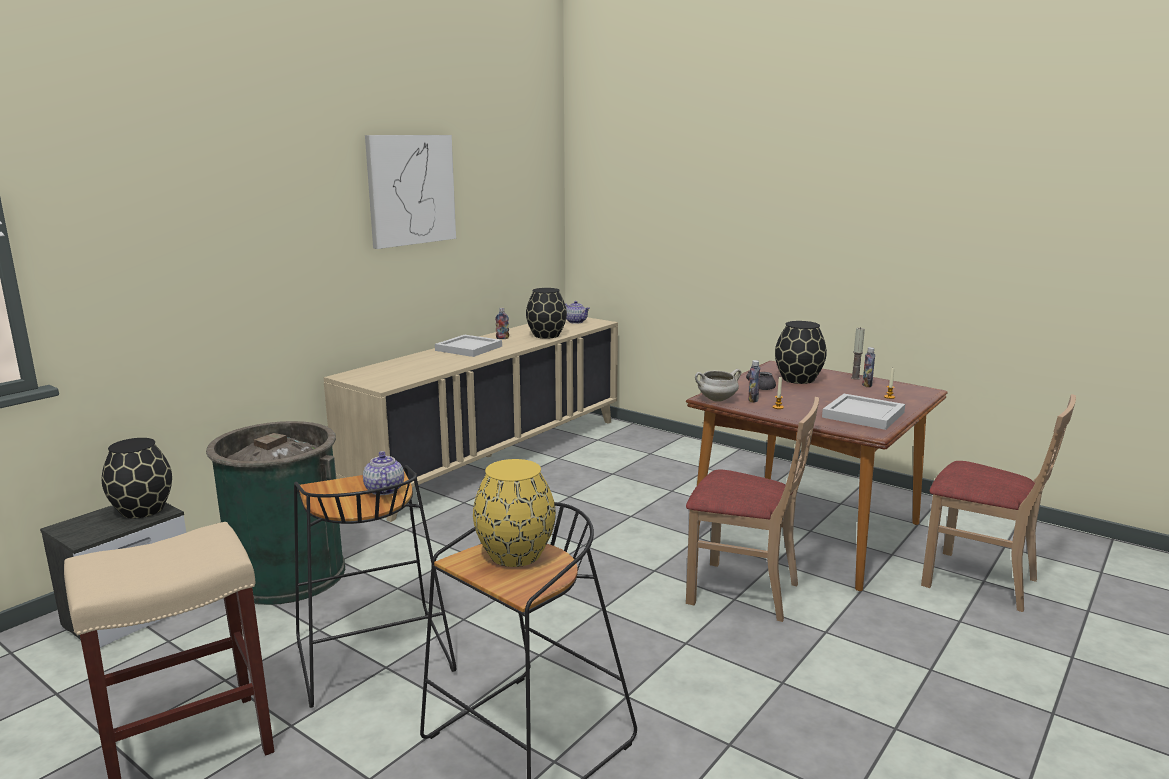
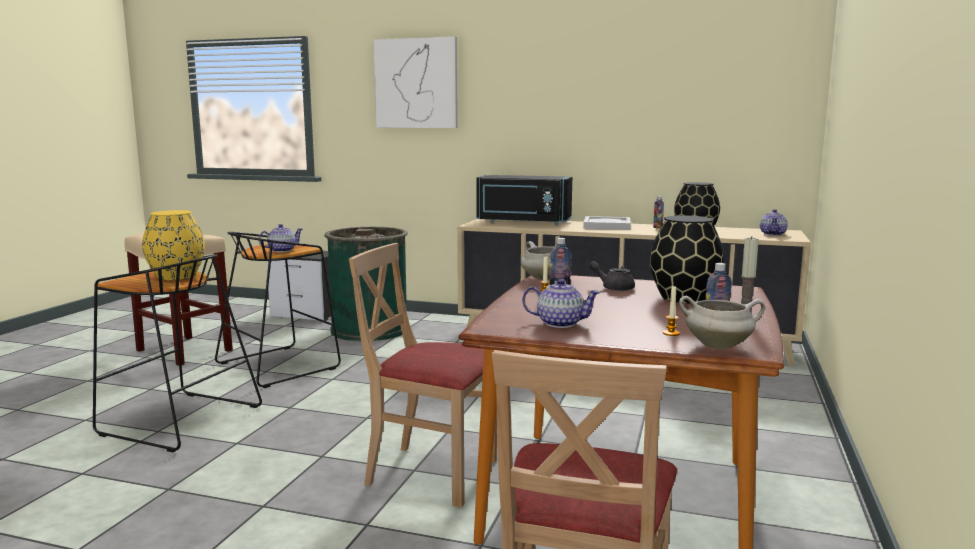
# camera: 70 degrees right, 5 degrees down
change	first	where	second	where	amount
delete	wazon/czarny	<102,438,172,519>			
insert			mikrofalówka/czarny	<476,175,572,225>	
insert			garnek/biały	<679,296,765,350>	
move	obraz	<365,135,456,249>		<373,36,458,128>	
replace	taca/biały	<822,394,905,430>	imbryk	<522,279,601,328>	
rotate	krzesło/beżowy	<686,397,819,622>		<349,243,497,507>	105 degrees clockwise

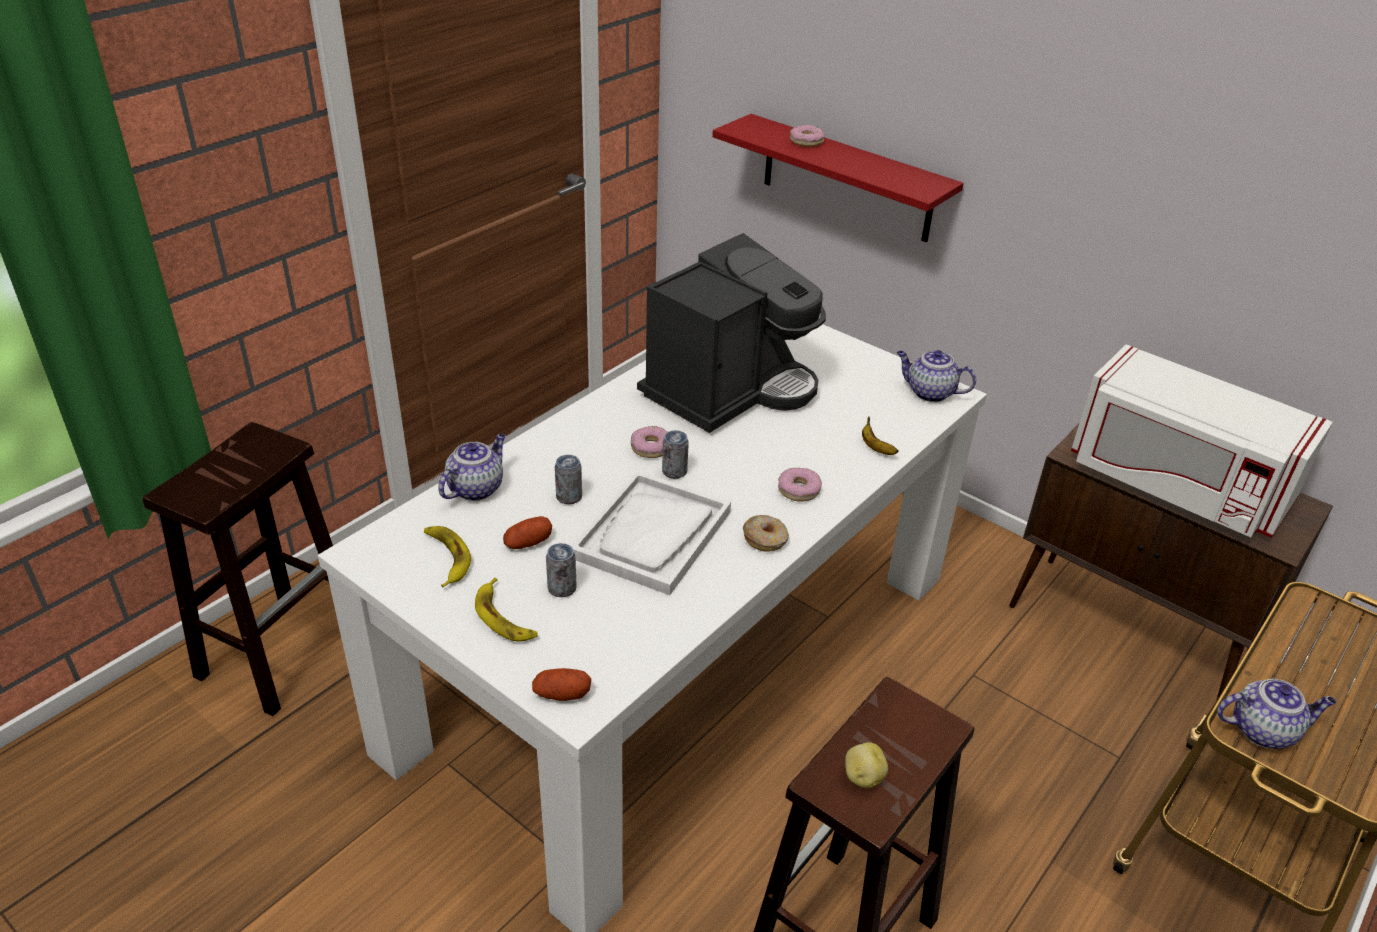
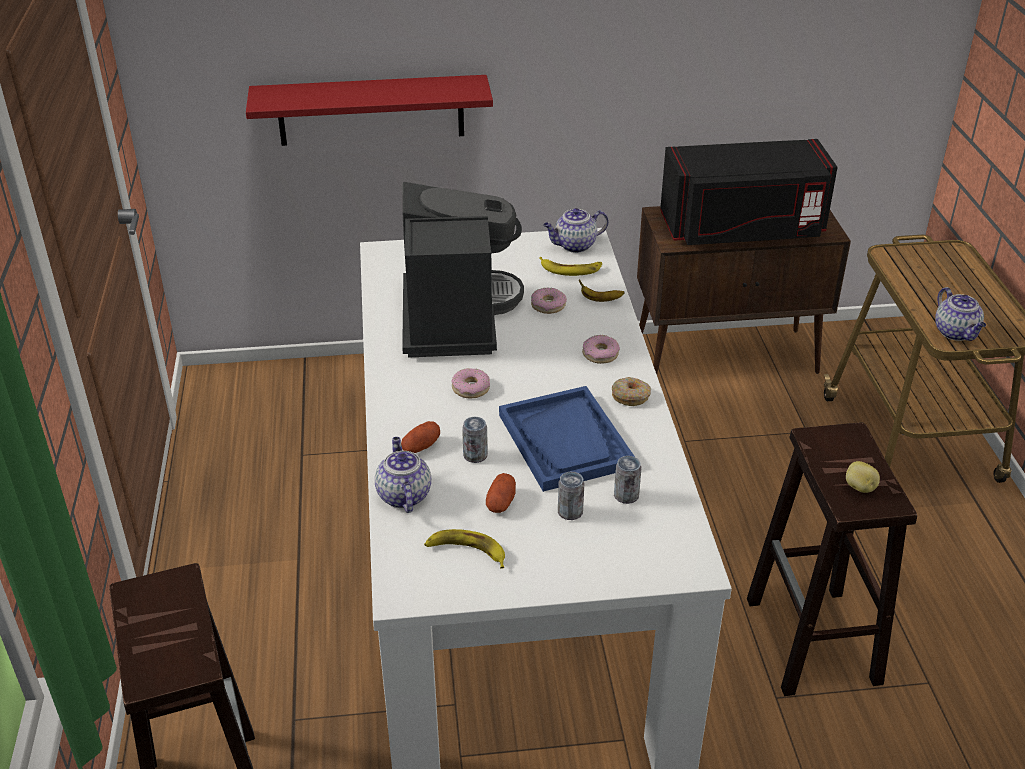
# camera: 45 degrees left, 0 degrees up
change	first	where	second	where	amount
move	banan	<475,578,538,642>		<539,257,602,276>	
move	ziemniak	<532,668,591,701>		<401,421,440,453>	
move	puszka	<662,430,689,479>		<614,456,642,504>	
move	donut	<790,125,825,147>		<531,287,567,314>	
recolor	taca/biały	<571,471,731,595>	taca/niebieski	<499,386,635,492>	
recolor	mikrofalówka/biały	<1071,344,1333,538>	mikrofalówka/czarny	<660,139,838,245>	
rotate	imbryk	<1217,679,1336,749>		<935,287,986,341>	120 degrees clockwise

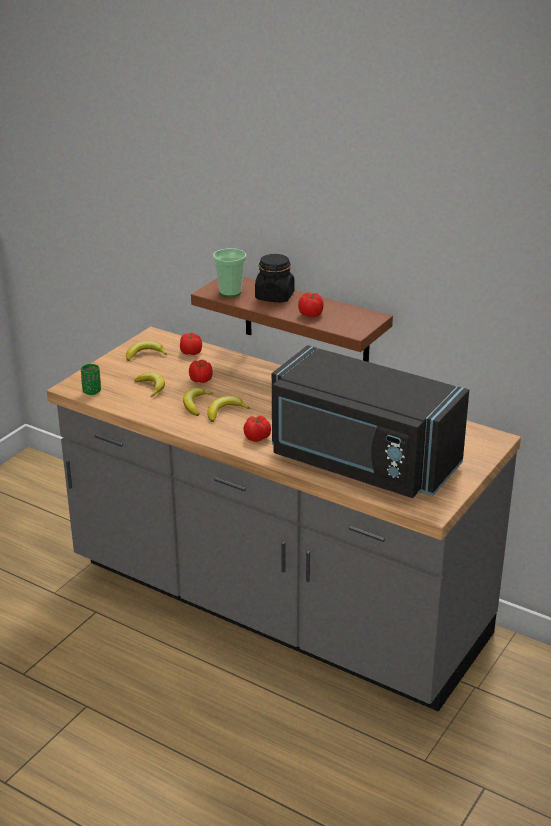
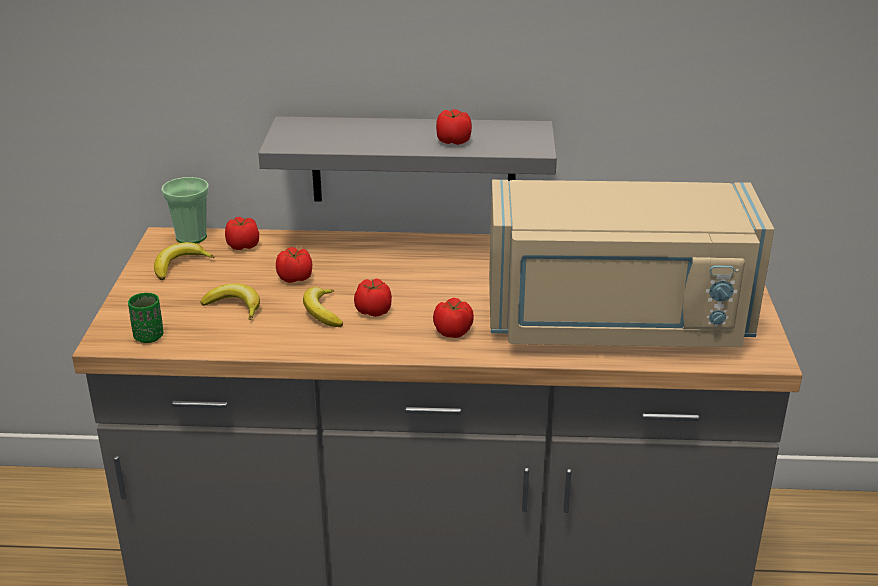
# camera: 30 degrees left, 0 degrees up
change	first	where	second	where	amount
delete	słoik/czarny	<255,254,295,302>			
move	filiżanka	<213,248,246,297>		<161,177,209,243>	
replace	banan	<208,396,250,422>	pomidor	<354,279,392,317>	
recolor	półka/brązowy	<191,277,393,362>	półka/szary	<258,116,557,202>	
recolor	mikrofalówka/czarny	<272,345,469,498>	mikrofalówka/beżowy	<489,180,774,347>	

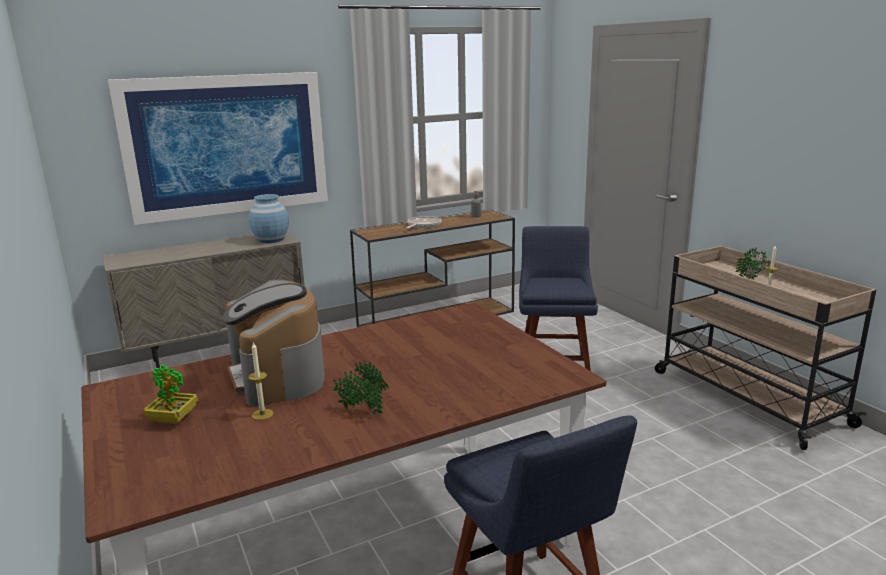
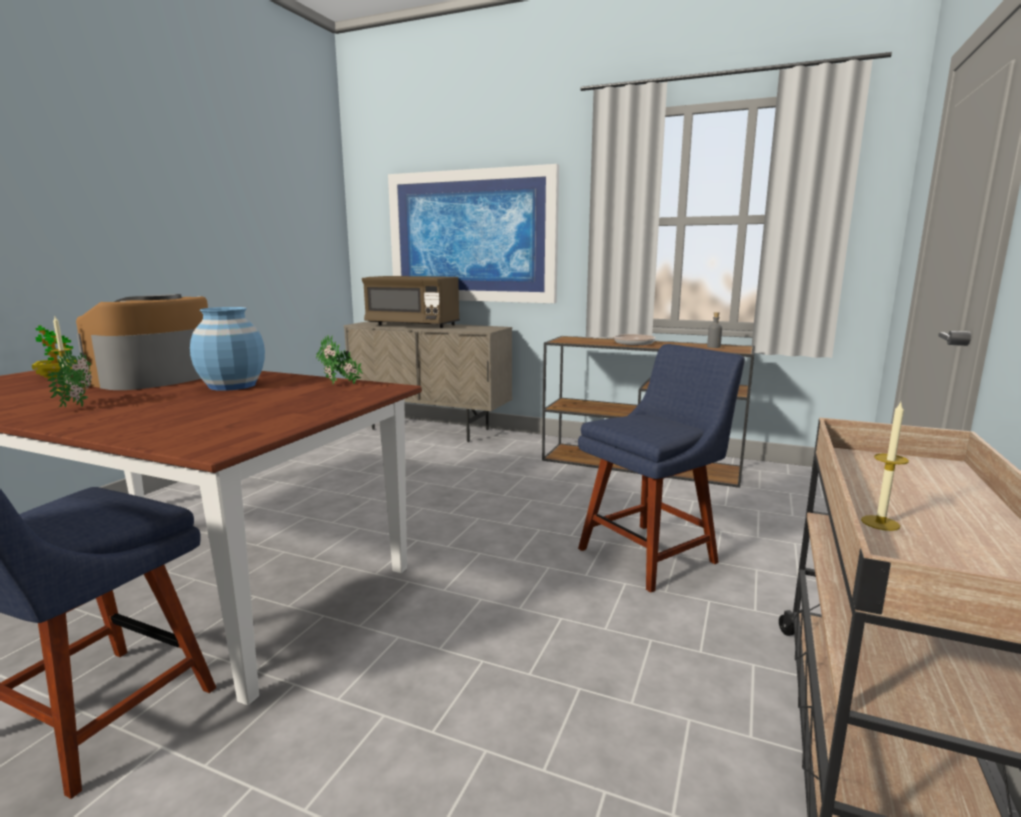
# camera: 50 degrees right, 5 degrees down
change	first	where	second	where	amount
insert			mikrofalówka/brązowy	<362,276,460,328>	
move	wazon/niebieski	<249,194,289,243>		<190,307,265,391>	
move	roślina doniczkowa	<736,248,771,280>		<316,334,363,384>	

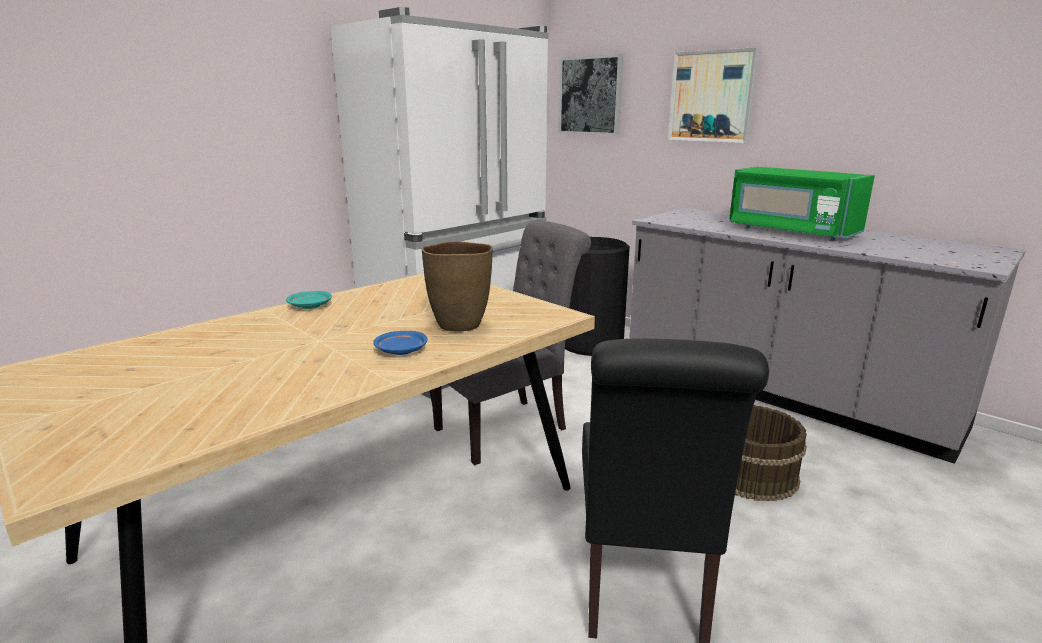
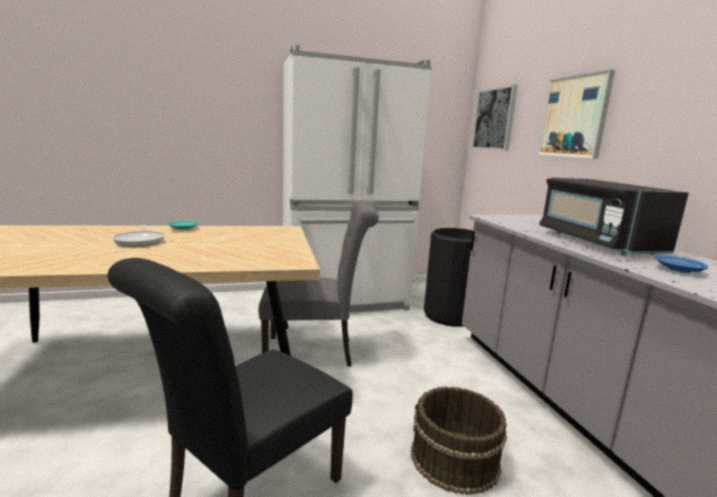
# camera: 30 degrees right, 5 degrees down
change	first	where	second	where	amount
delete	wazon/brązowy	<422,241,493,331>			
insert			patelnia	<113,225,164,247>	
move	talerz/niebieski	<373,331,427,355>		<655,255,709,273>	
recolor	mikrofalówka/zielony	<729,167,875,241>	mikrofalówka/czarny	<539,178,689,255>	

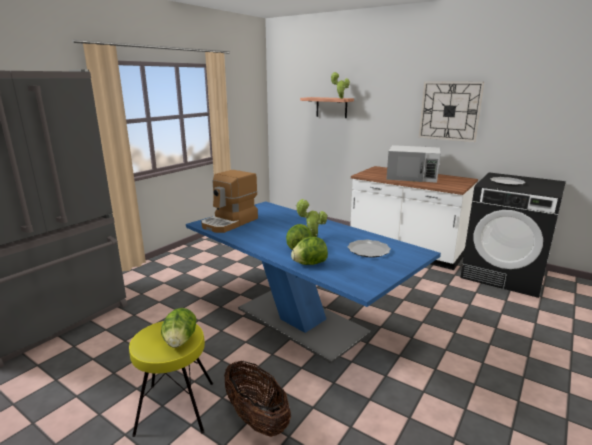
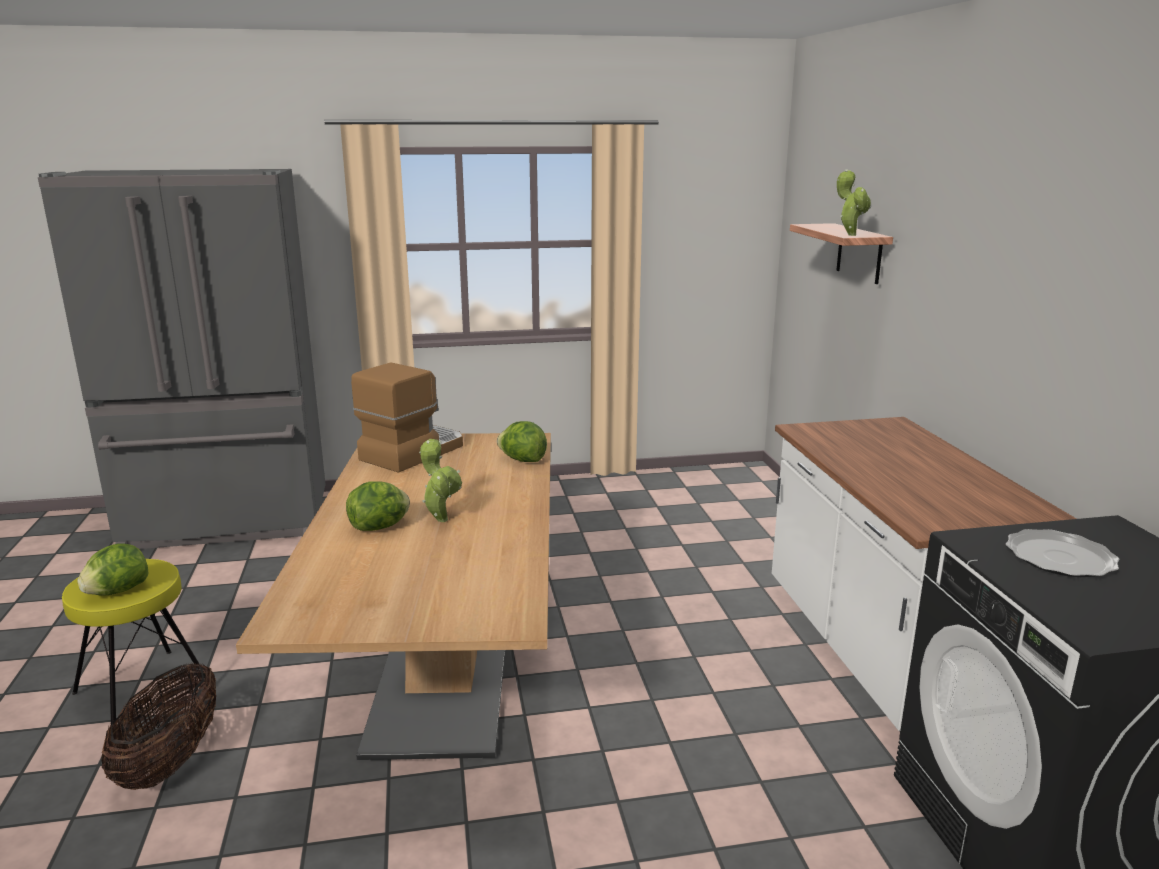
# camera: 45 degrees right, 0 degrees up
change	first	where	second	where	amount
delete	talerz	<347,240,391,257>			
delete	mikrofalówka/biały	<386,145,440,183>			
delete	zegar ścienny	<418,81,484,142>			
move	sałata	<291,237,328,265>		<497,421,547,462>	
recolor	stół jadalny/niebieski	<186,201,441,364>	stół jadalny/beżowy	<236,433,551,760>	
rotate	ekspres do kawy	<201,170,258,233>		<351,363,463,473>	135 degrees clockwise

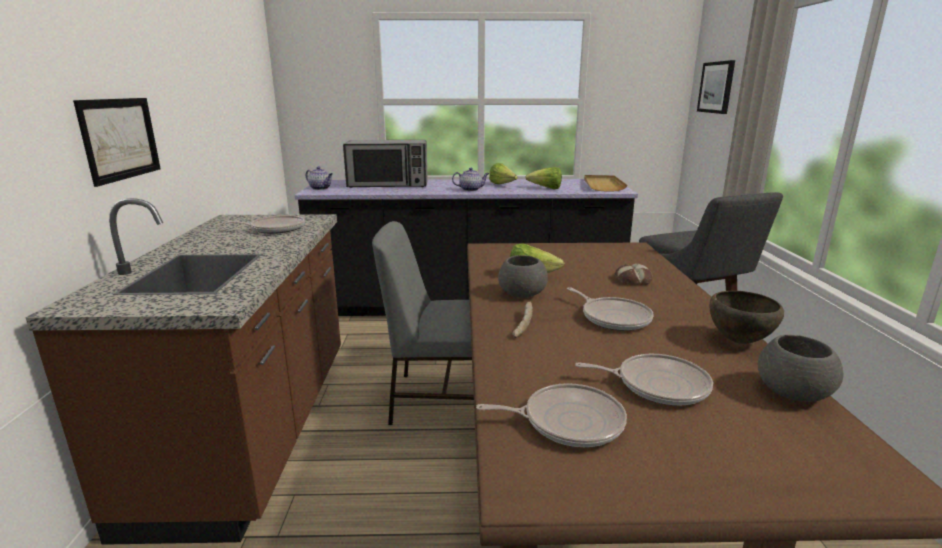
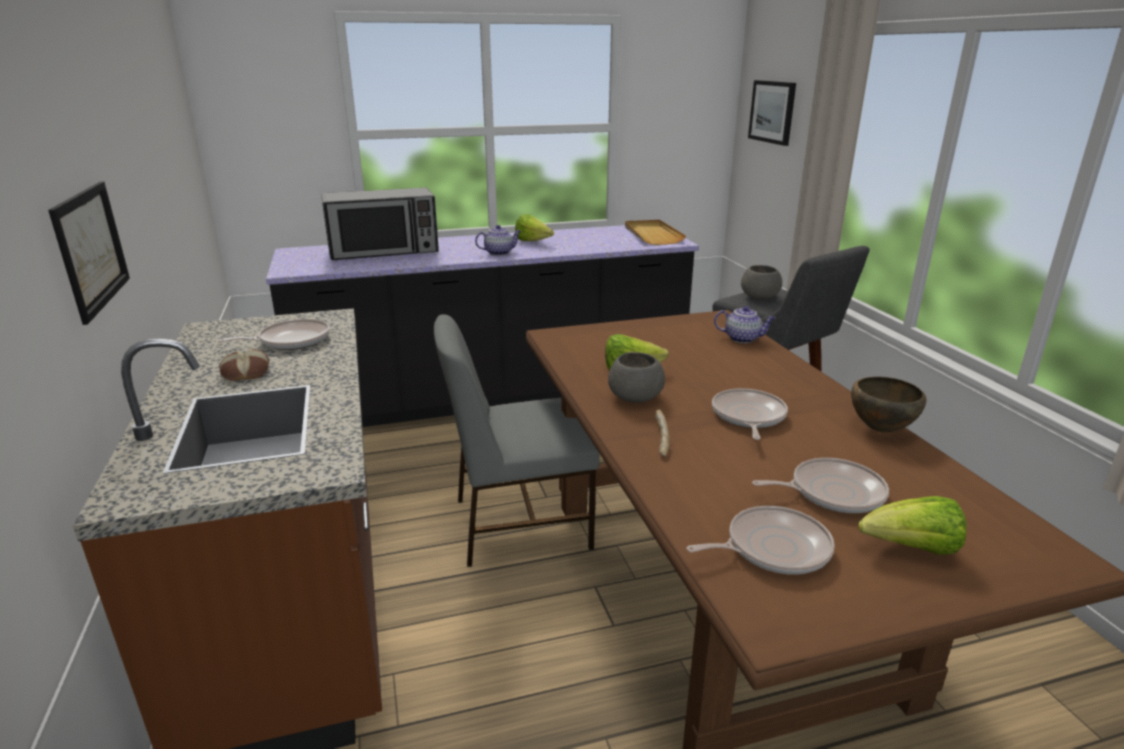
# camera: 15 degrees left, 5 degrees up
change	first	where	second	where	amount
move	imbryk	<306,167,333,190>		<714,306,775,343>	
move	sałata	<525,167,562,189>		<858,496,967,555>	
move	chleb	<614,263,653,285>		<219,349,269,381>	
move	miska/szary	<758,334,843,402>		<741,265,782,299>	
rotate	patelnia	<567,287,654,331>		<712,388,788,440>	120 degrees counterclockwise

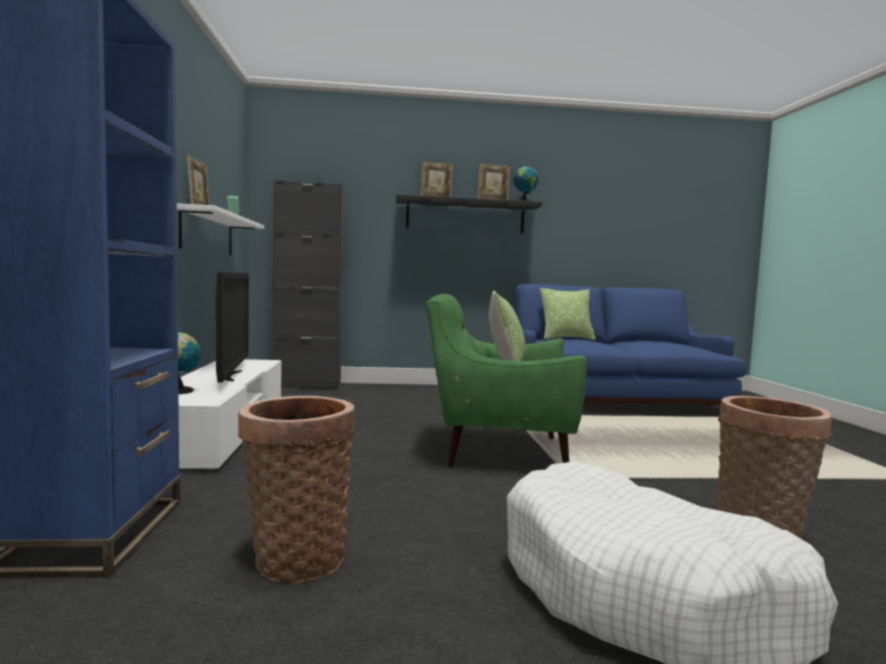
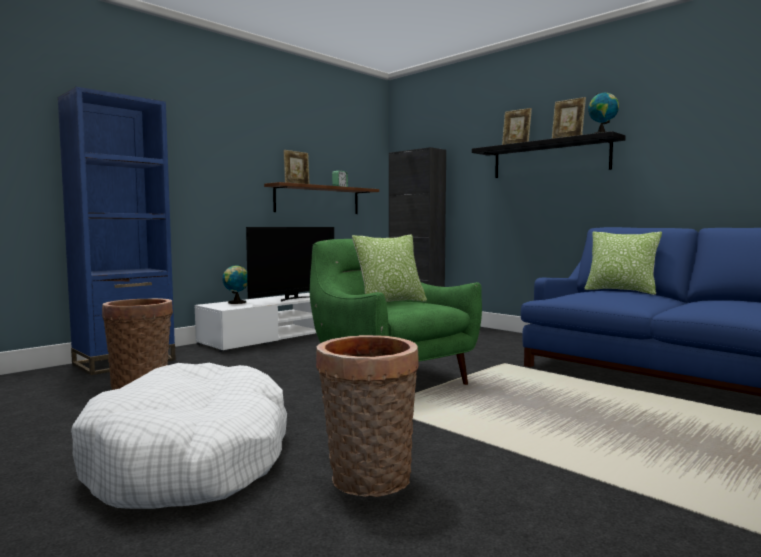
# camera: 50 degrees right, 0 degrees up
change	first	where	second	where	amount
recolor	półka/biały	<177,203,264,255>	półka/brązowy	<264,182,379,214>	

